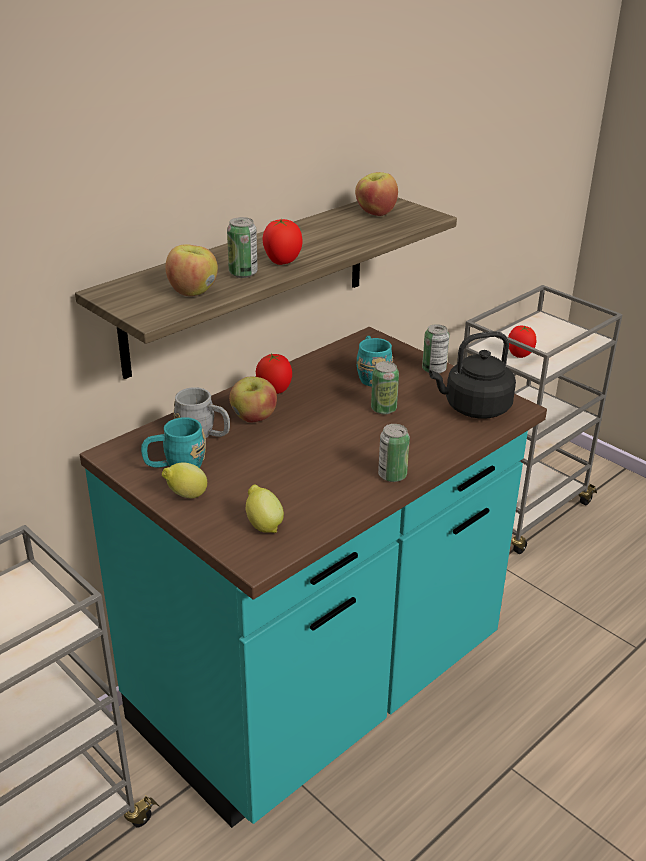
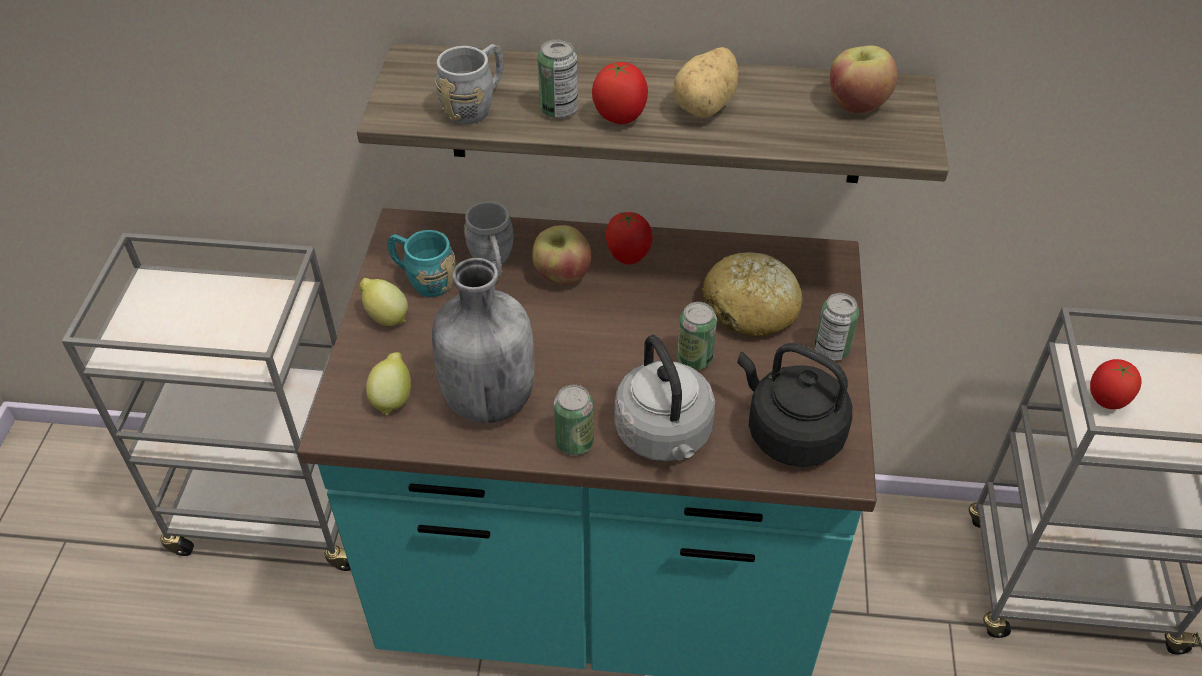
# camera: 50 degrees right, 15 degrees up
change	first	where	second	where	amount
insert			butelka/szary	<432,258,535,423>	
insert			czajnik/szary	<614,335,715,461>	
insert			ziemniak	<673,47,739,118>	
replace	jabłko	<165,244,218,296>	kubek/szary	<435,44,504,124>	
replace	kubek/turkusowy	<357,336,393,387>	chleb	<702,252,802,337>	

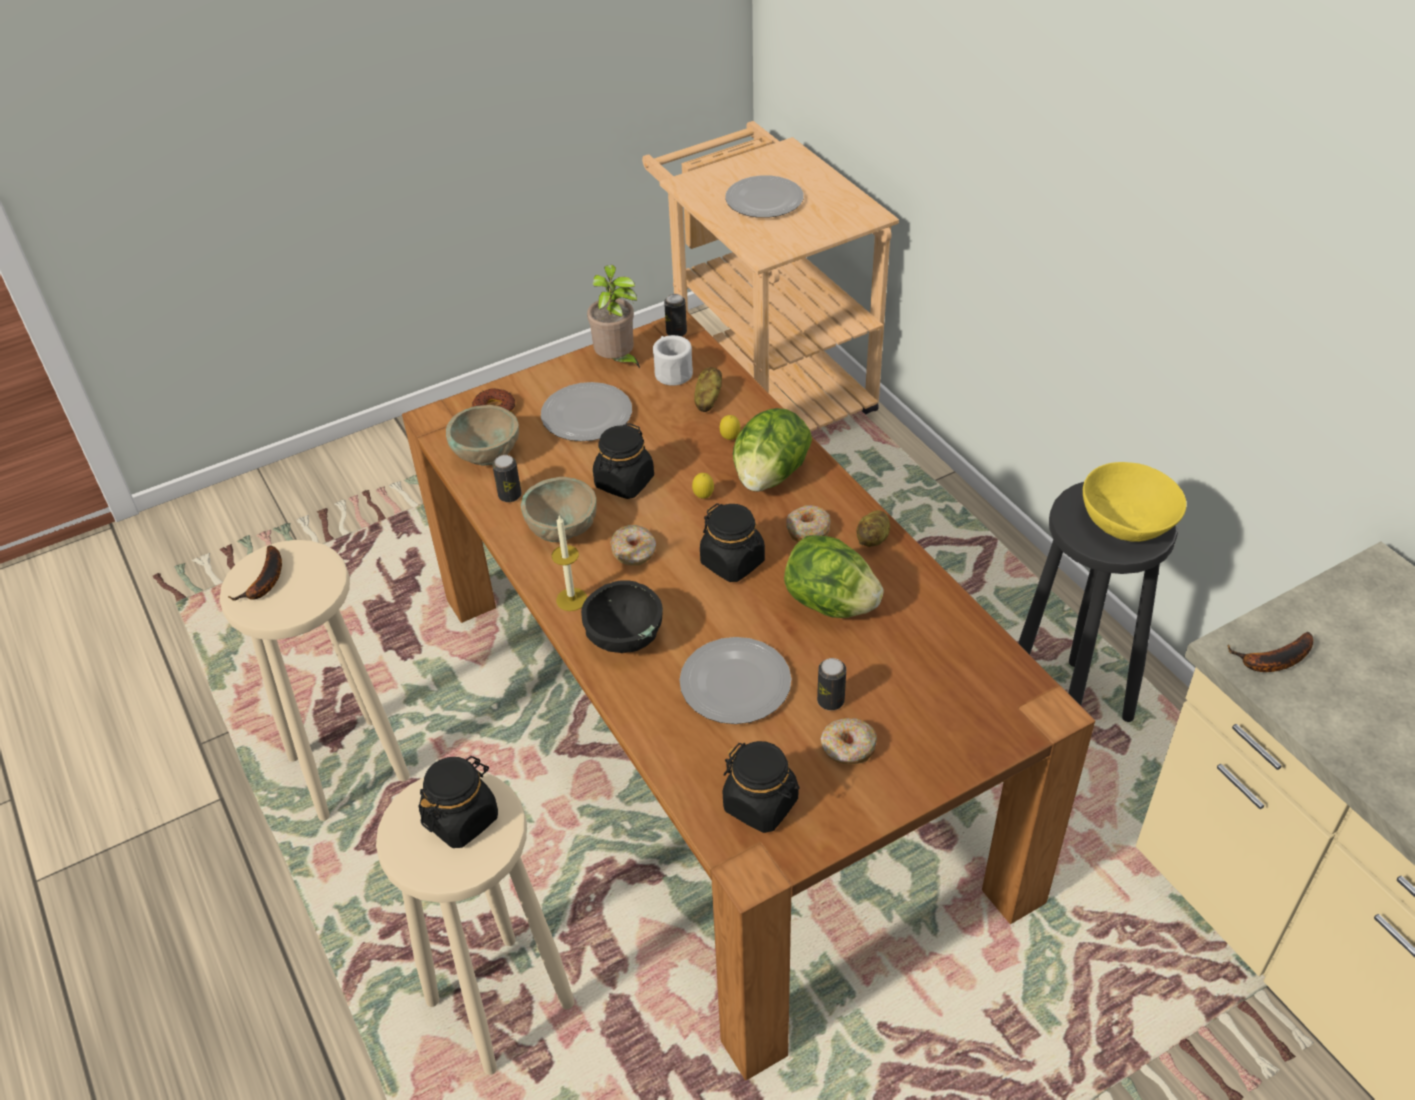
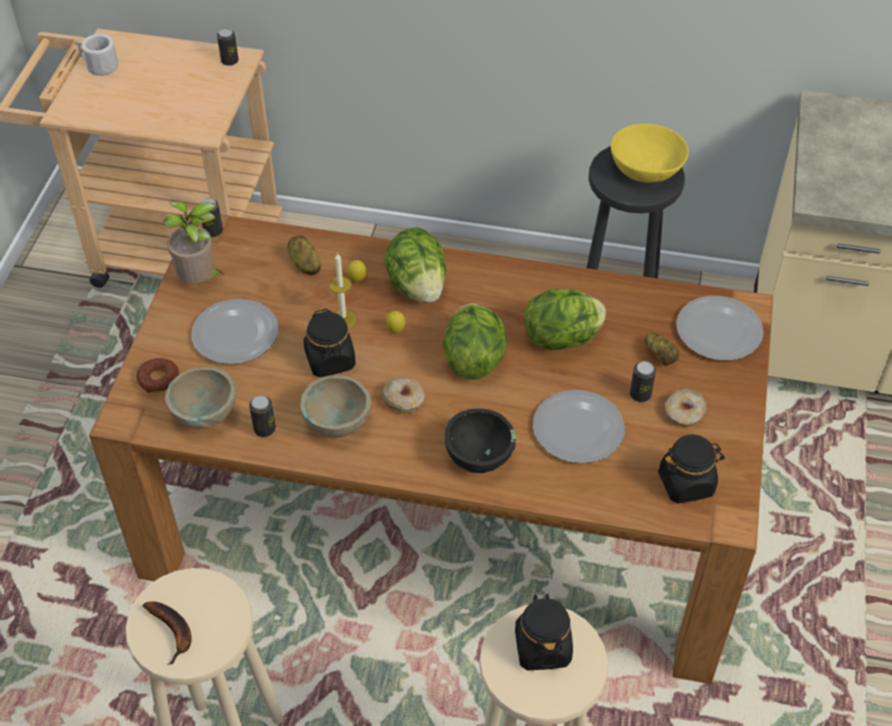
# camera: 50 degrees left, 5 degrees up
change	first	where	second	where	amount
delete	donut	<786,505,830,542>			
delete	banan	<1228,632,1313,672>			
insert			puszka	<217,28,239,66>	
move	świeca	<551,516,587,611>		<329,253,356,329>	
move	kubek/biały	<653,335,693,386>		<77,34,119,76>	
move	talerz	<725,175,804,218>		<676,296,764,361>	
move	ziemniak	<856,510,890,547>		<644,332,679,366>	
replace	słoik/czarny	<700,503,765,582>	sałata	<442,303,507,380>	

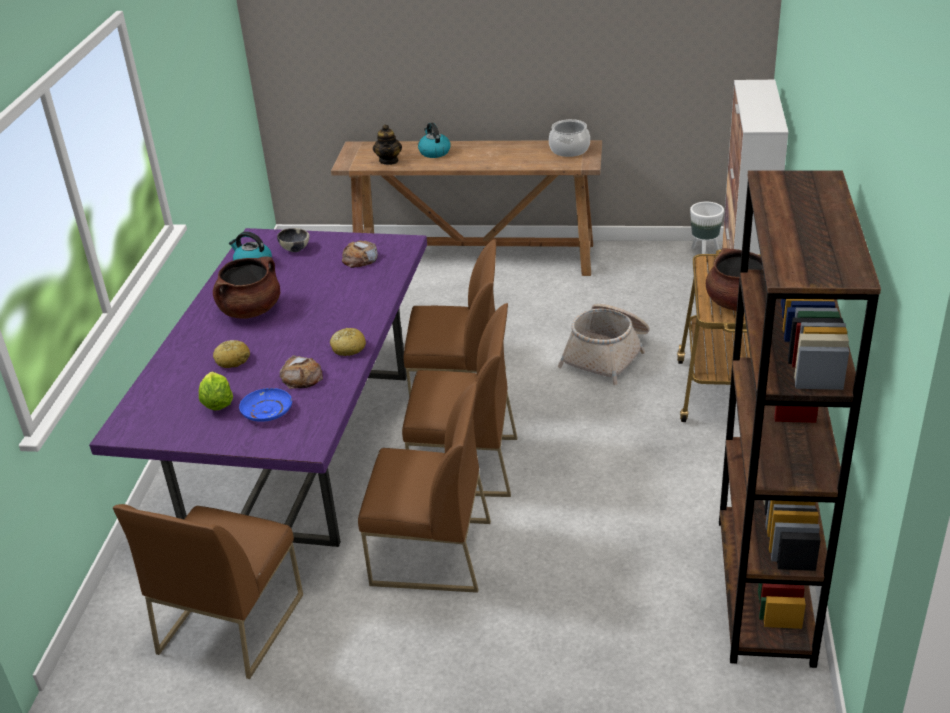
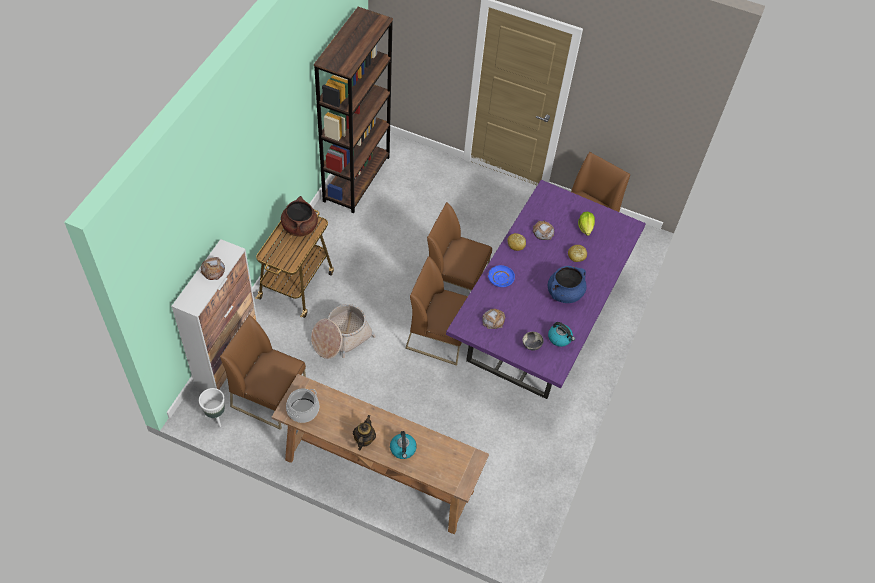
# camera: 170 degrees left, 20 degrees up
change	first	where	second	where	amount
insert			chleb	<200,257,225,280>	
move	talerz/niebieski	<239,388,292,422>		<488,265,515,287>	
move	krzesło/brązowy	<358,381,491,593>		<220,315,306,430>	
move	imbryk	<373,125,402,165>		<353,415,376,450>	
recolor	garnek/brązowy	<213,256,280,318>	garnek/niebieski	<548,266,587,303>	

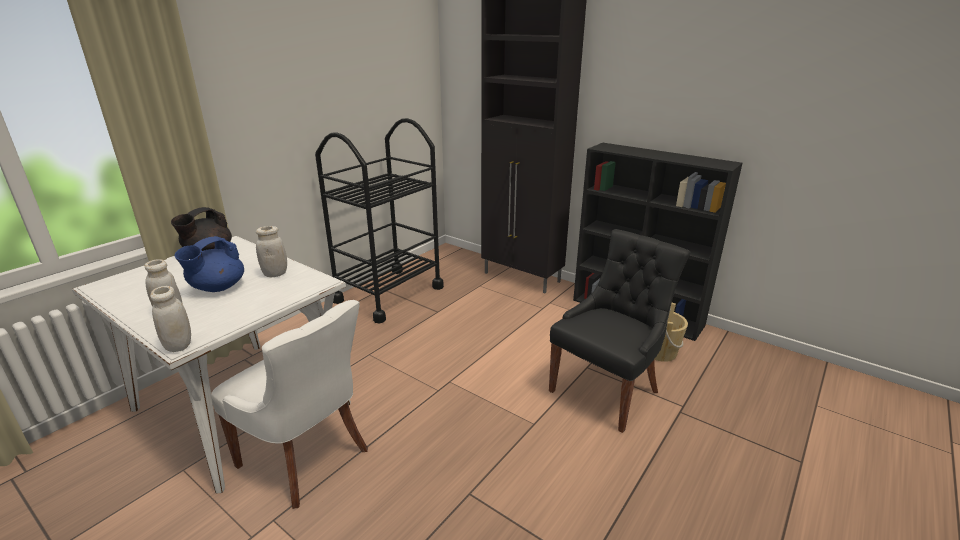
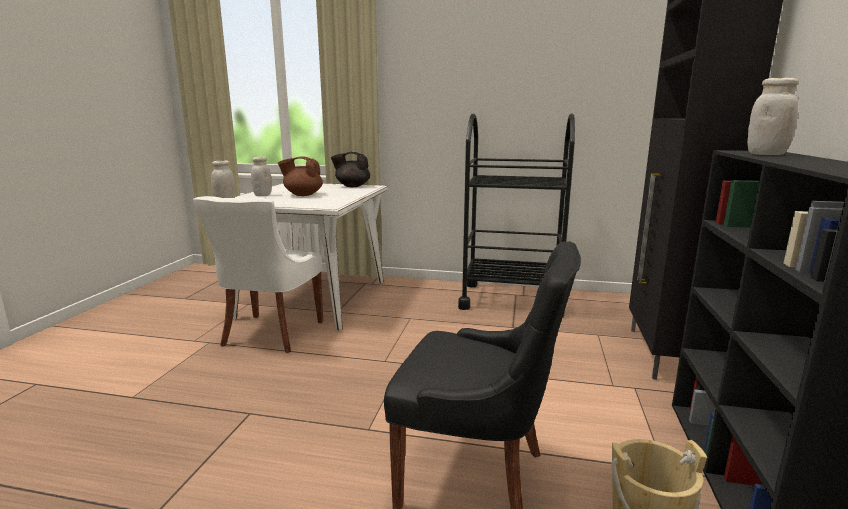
# camera: 65 degrees right, 10 degrees down
change	first	where	second	where	amount
move	słoik/biały	<256,226,287,277>		<747,78,799,155>	
recolor	imbryk/niebieski	<175,236,244,292>	imbryk/brązowy	<278,156,323,196>	

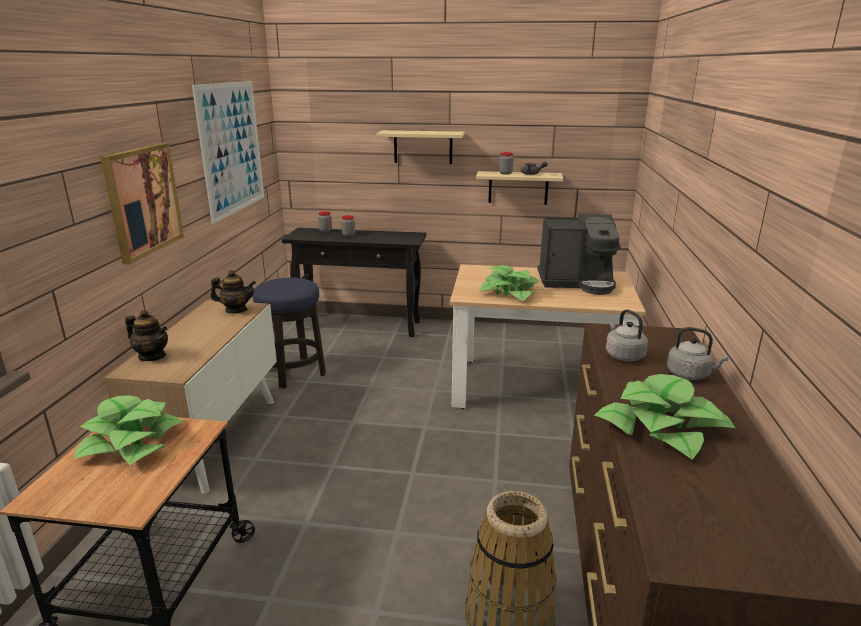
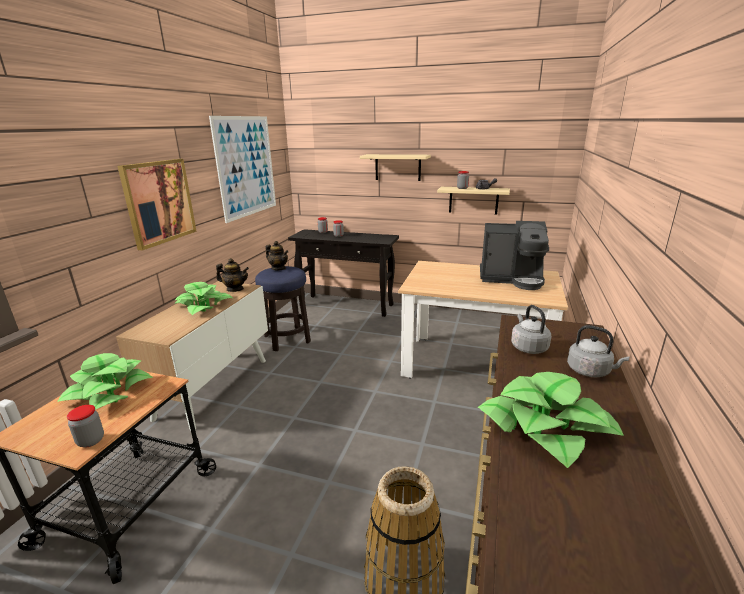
# camera: 10 degrees right, 0 degrees up
change	first	where	second	where	amount
insert			słoik	<67,405,104,448>	
move	imbryk	<125,310,168,361>		<265,241,288,270>	
move	roślina doniczkowa	<479,265,540,301>		<174,282,233,315>	

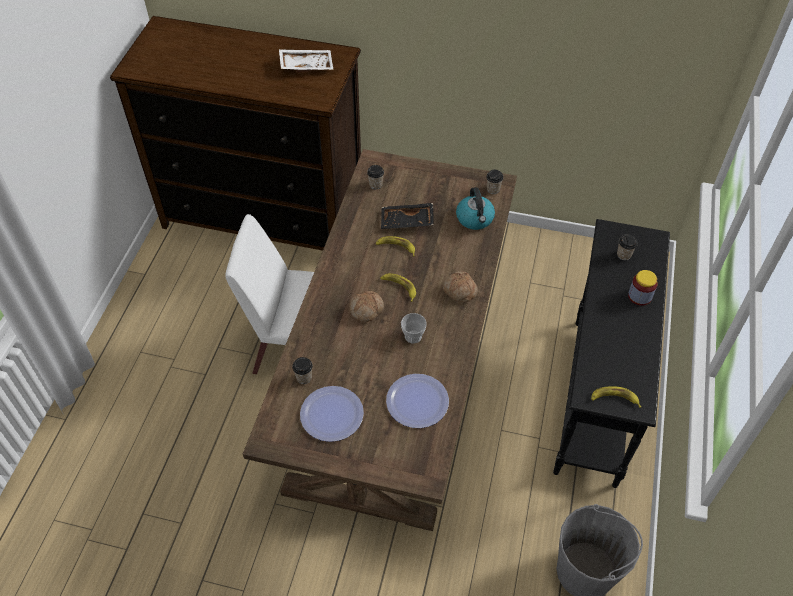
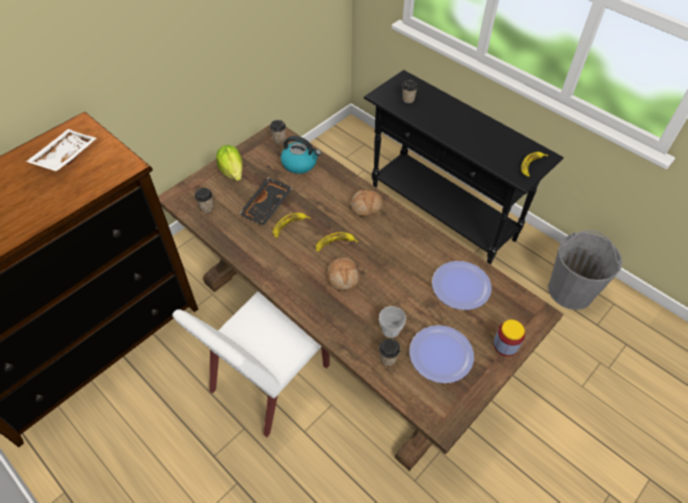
# camera: 60 degrees left, 0 degrees up
change	first	where	second	where	amount
insert			sałata	<216,145,243,181>	
move	filiżanka	<401,313,427,343>		<379,306,406,338>	
move	słoik	<628,270,658,306>		<493,320,525,356>	

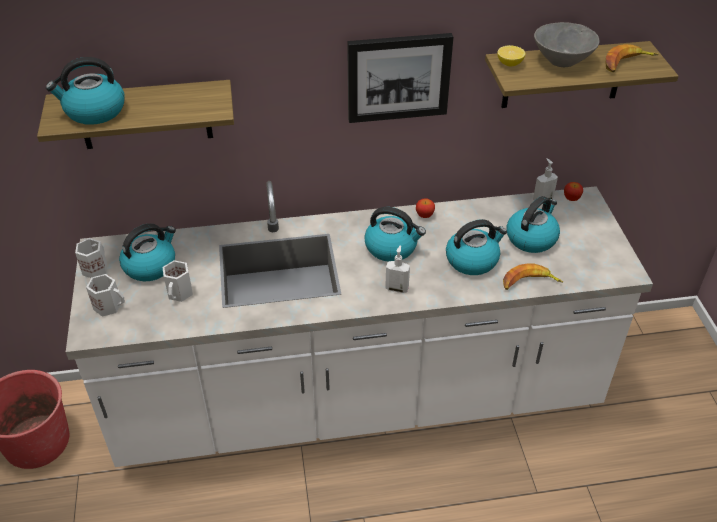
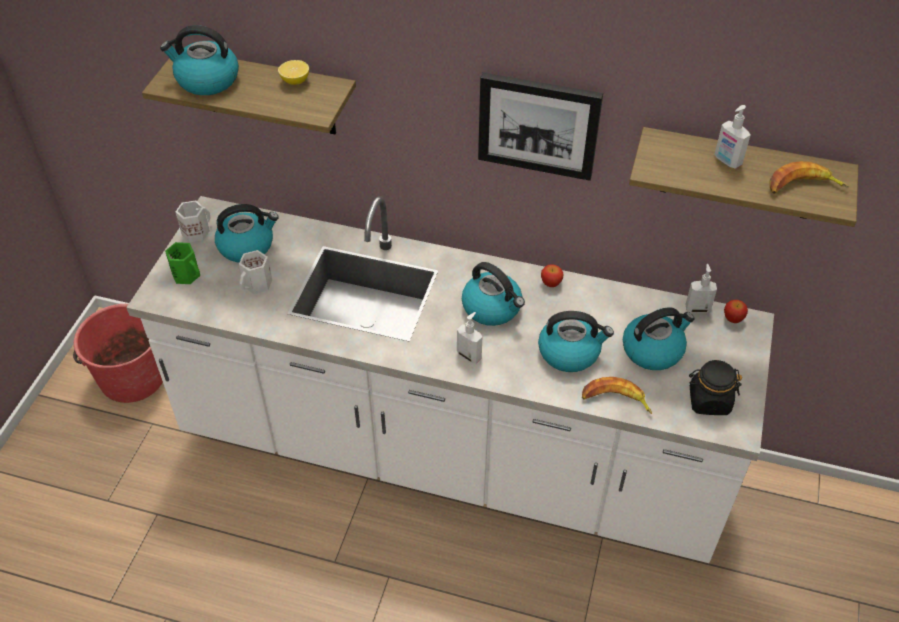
# camera: 25 degrees right, 5 degrees up
change	first	where	second	where	amount
insert			słoik/czarny	<689,360,742,415>	
move	cytryna	<497,45,525,67>		<278,60,309,85>	
replace	miska/szary	<534,22,600,67>	dozownik mydła	<715,105,751,169>	
recolor	kubek/biały	<86,274,125,317>	kubek/zielony	<165,242,200,284>	

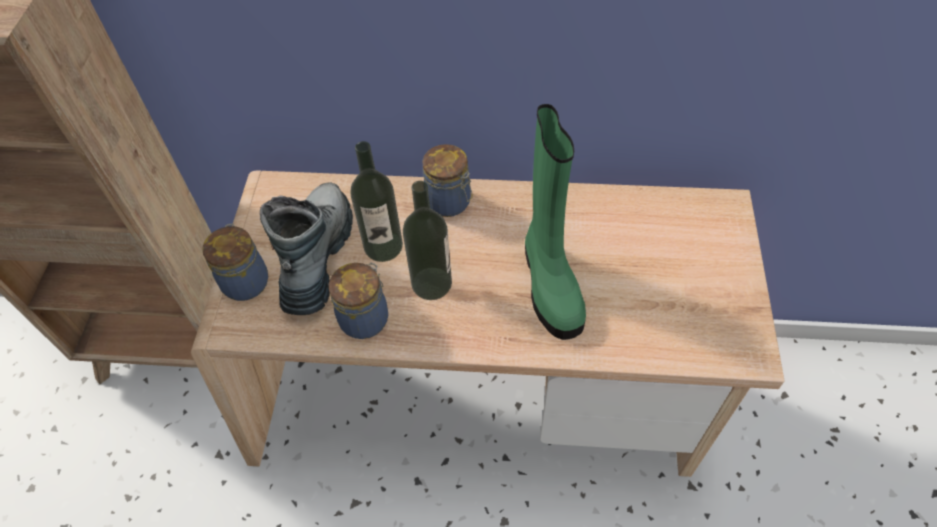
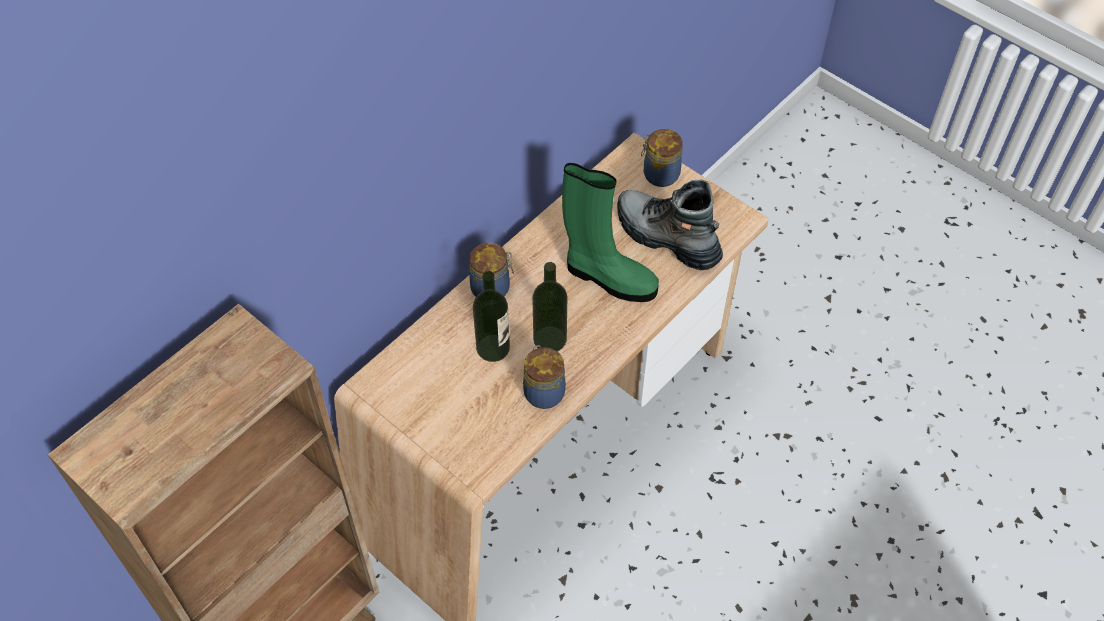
# camera: 55 degrees left, 0 degrees up
change	first	where	second	where	amount
move	słoik	<202,224,268,301>		<641,129,683,187>	
move	but z cholewką	<260,183,353,315>		<617,180,723,270>	

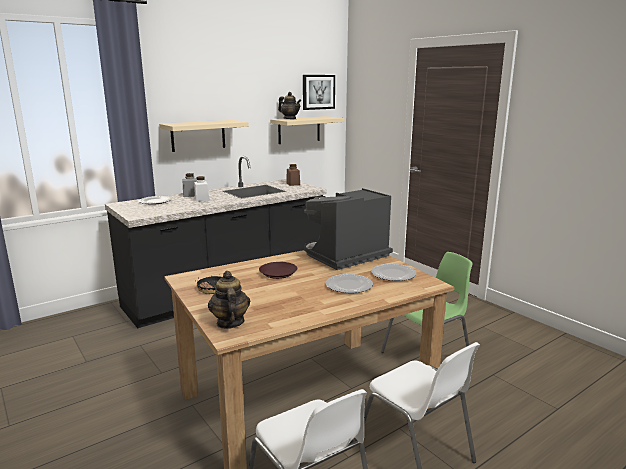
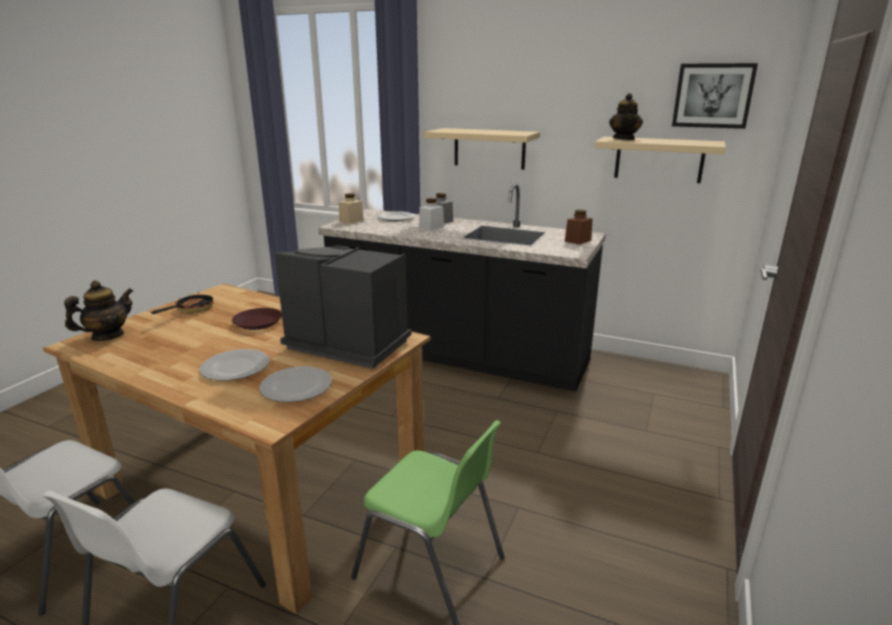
# camera: 60 degrees right, 5 degrees up
change	first	where	second	where	amount
insert			słoik/beżowy	<339,193,364,224>	

